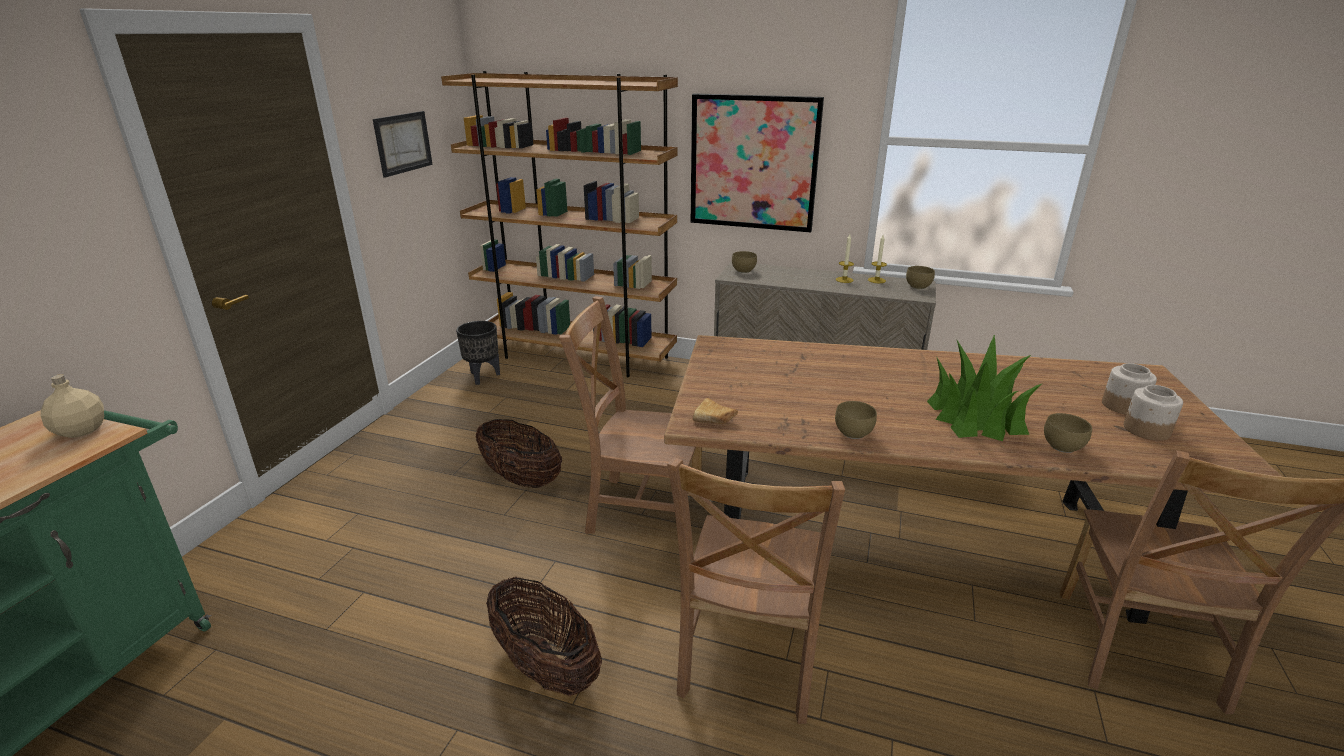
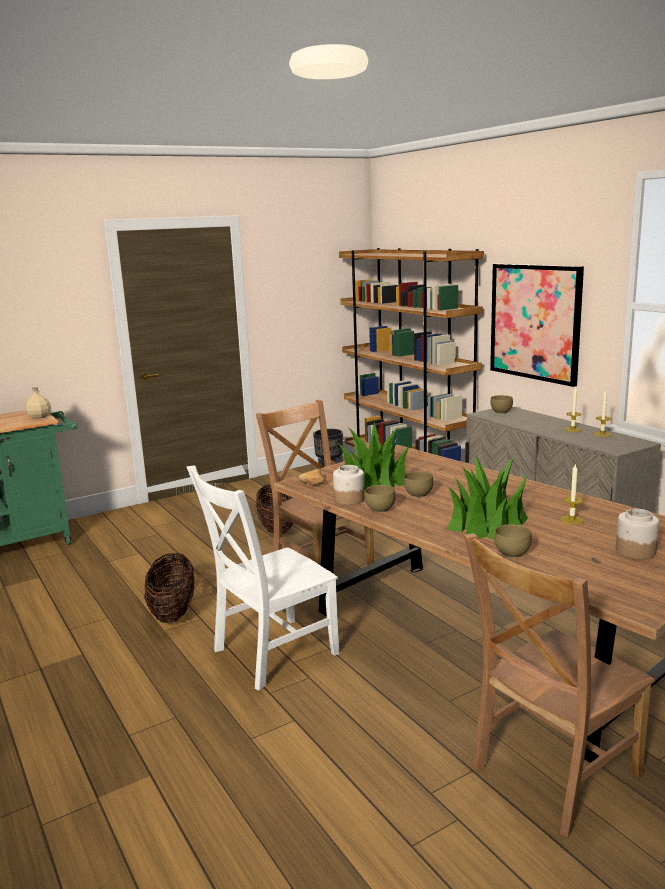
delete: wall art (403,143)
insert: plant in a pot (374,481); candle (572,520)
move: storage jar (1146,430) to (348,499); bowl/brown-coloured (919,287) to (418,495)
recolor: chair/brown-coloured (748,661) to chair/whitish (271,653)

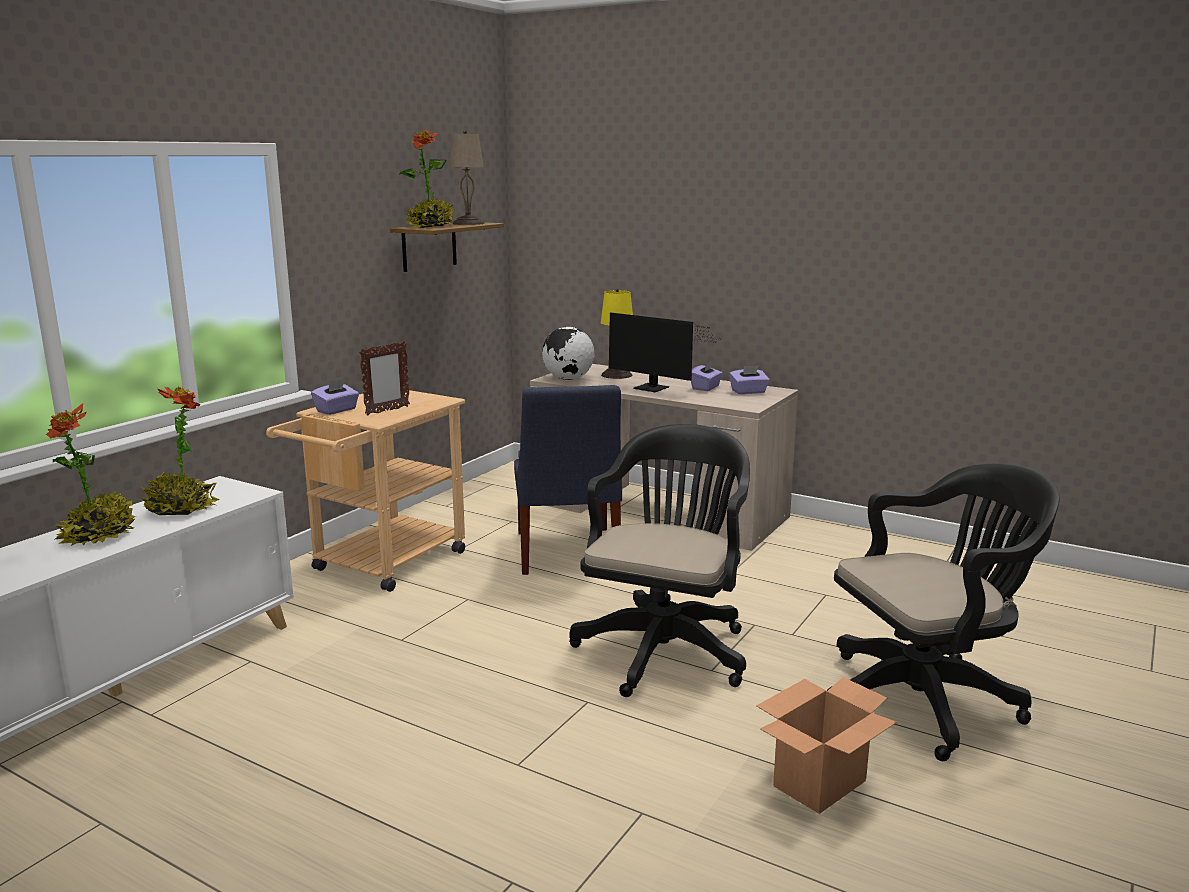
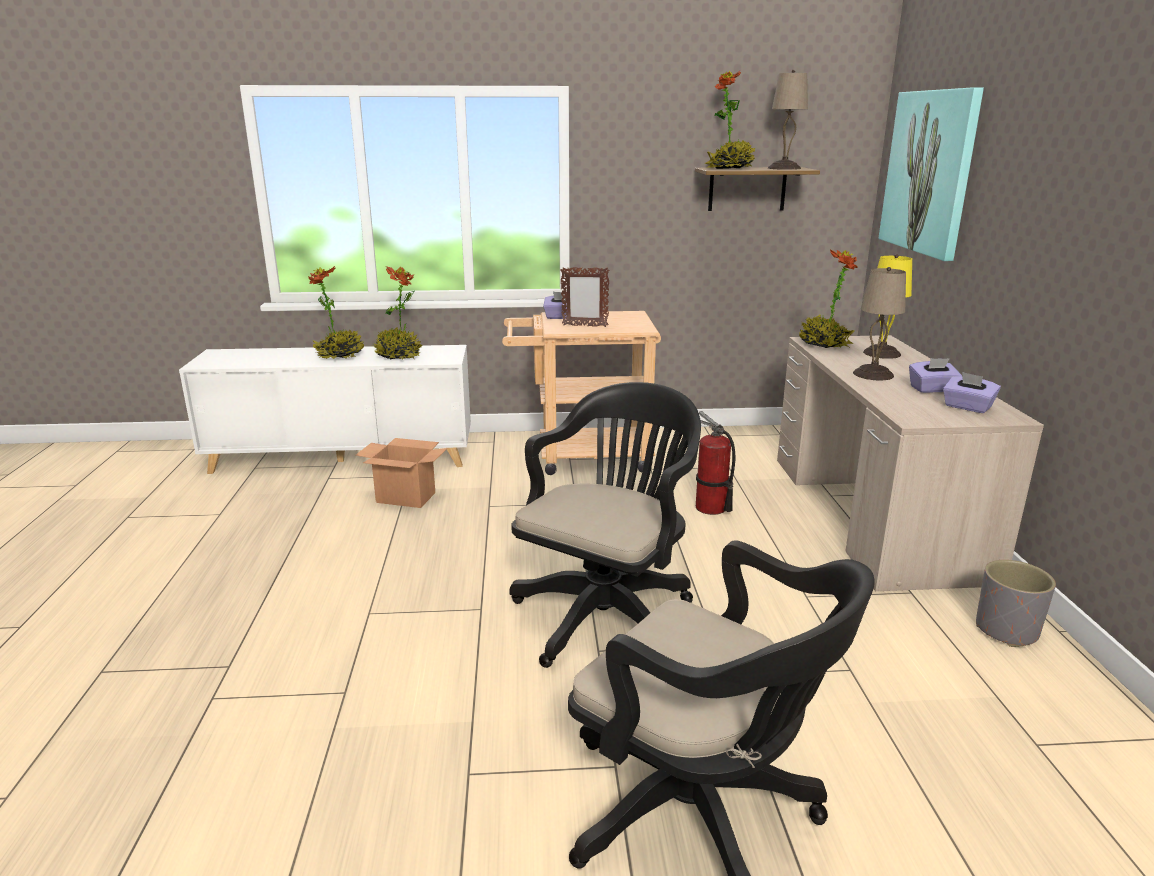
insert: wall art (930,172); flower pot/grey (1006,630)
move: cardboard box (819,784) to (405,498)
replace: chair/blue (566,553) to fire extinguisher (710,508); globe (568,379) to plant in a pot (823,344); computer display (654,389) to tabletop lamp/sand-coloured (874,374)
rotate: office chair/black-coloured (666,648) = (608,613) 45 degrees counterclockwise

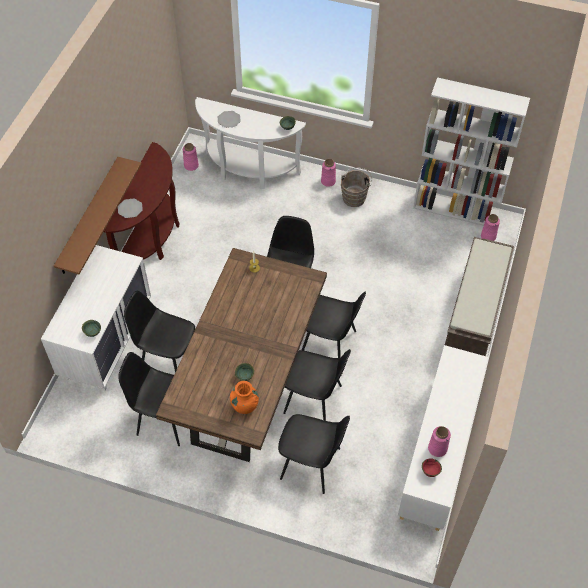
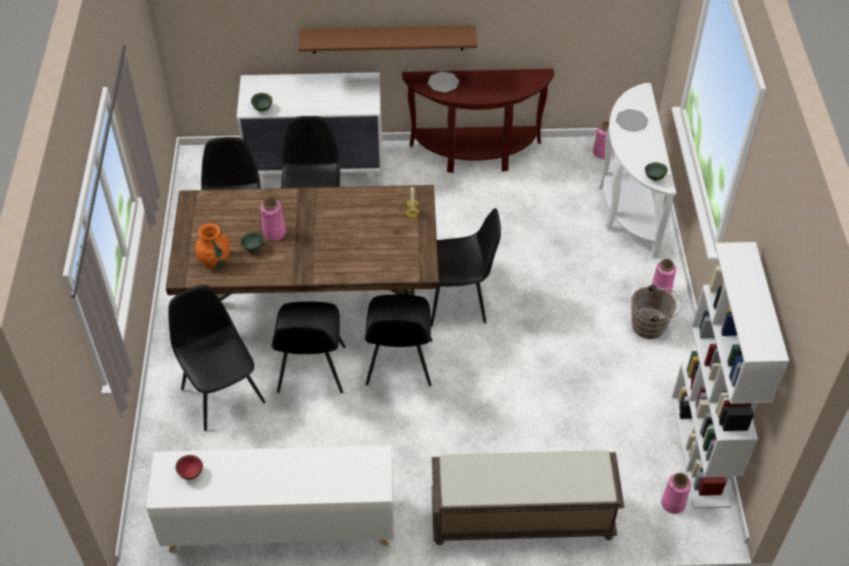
move: flower vase/pinkish (437,448) to (274,233)
rotate: chair/black-coloured (312,464) = (222,394) 150 degrees clockwise

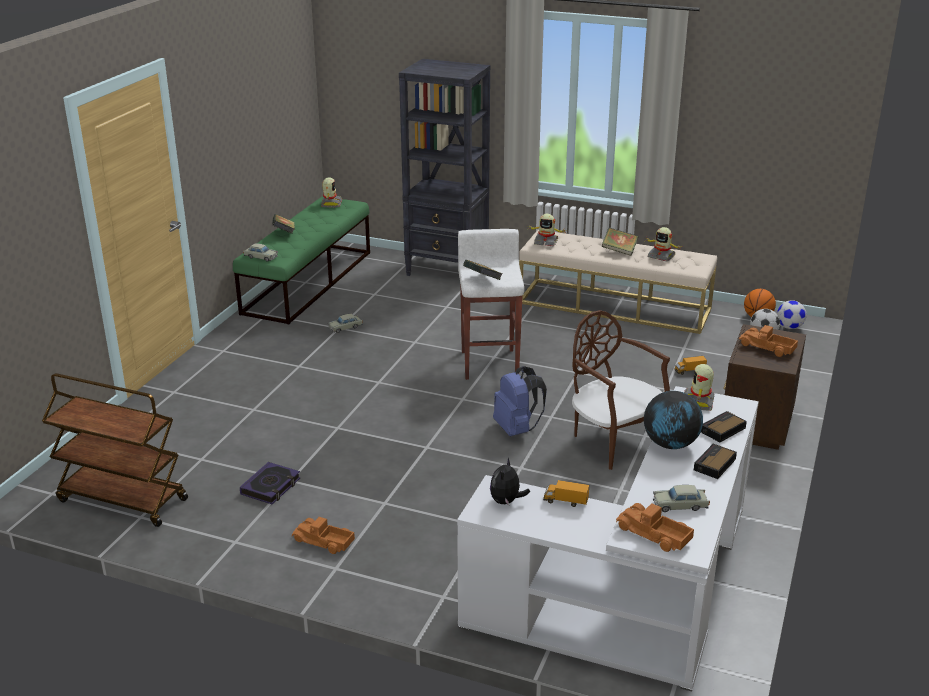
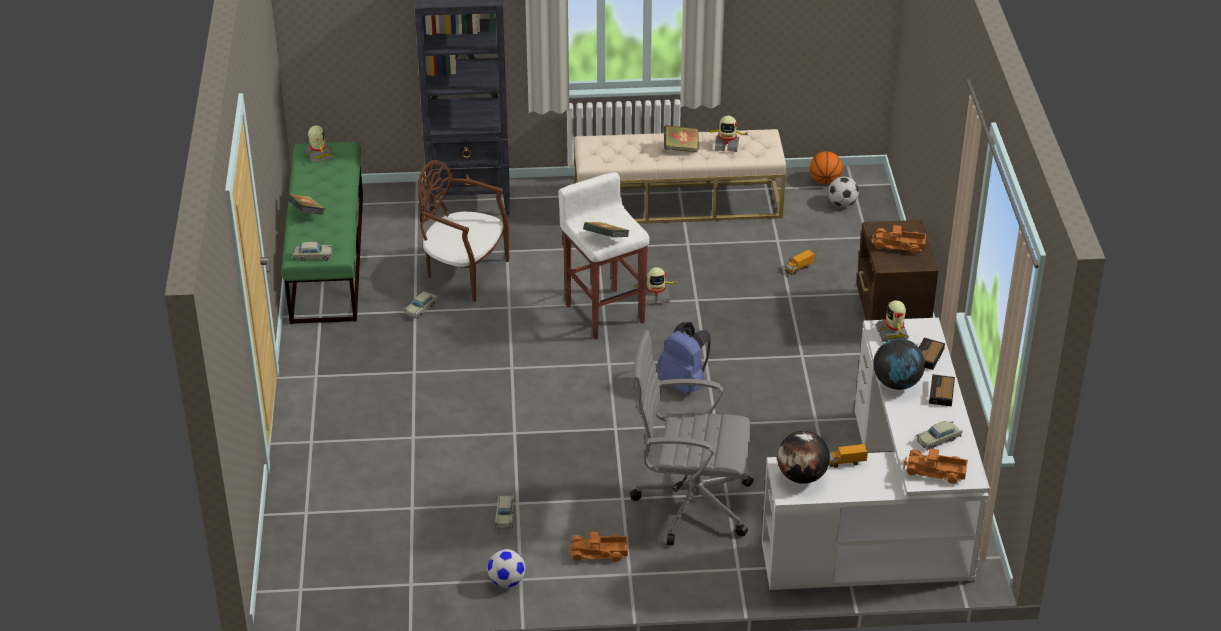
delete: trolley/brown-coloured (121,500)
insert: office chair/grey (690,503)
move: chair/brown-coloured (613,440) to (464,272); ball for football (789,327) to (507,581); robot figure (546,242) to (656,296)
replace: book (271,487) to miniature car/sand-coloured (505,515); cuddly toy (506,501) to globe (802,477)

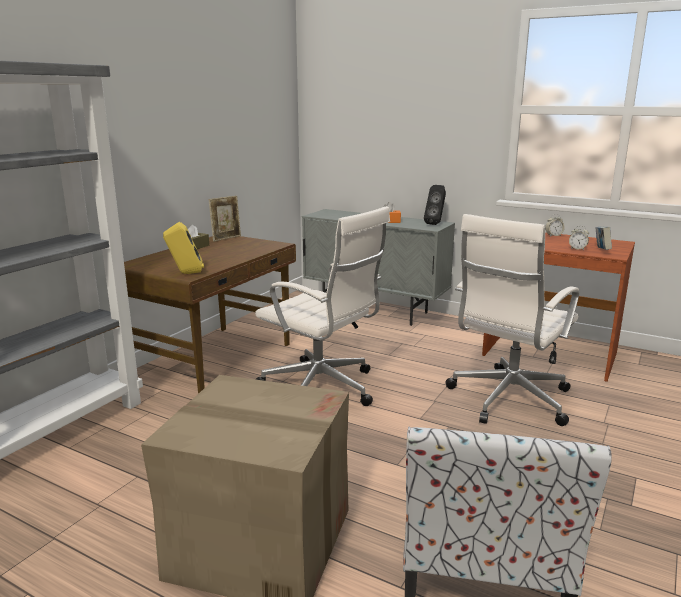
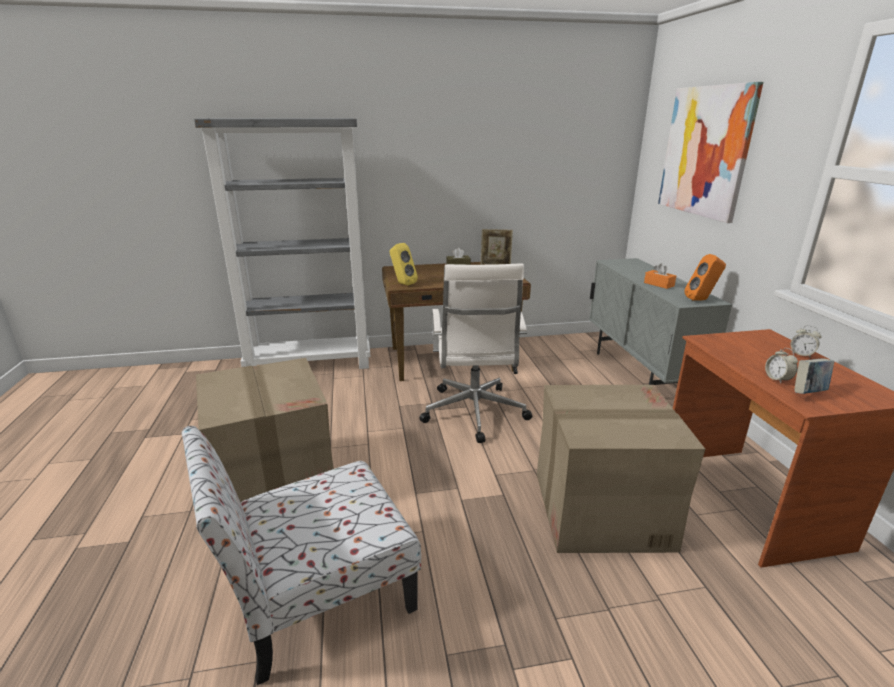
insert: wall art (705,151)
replace: office chair/whitish (507,400) to cardboard box (600,509)
recolor: audio speaker/black-coloured (435,224) to audio speaker/orangey (701,300)

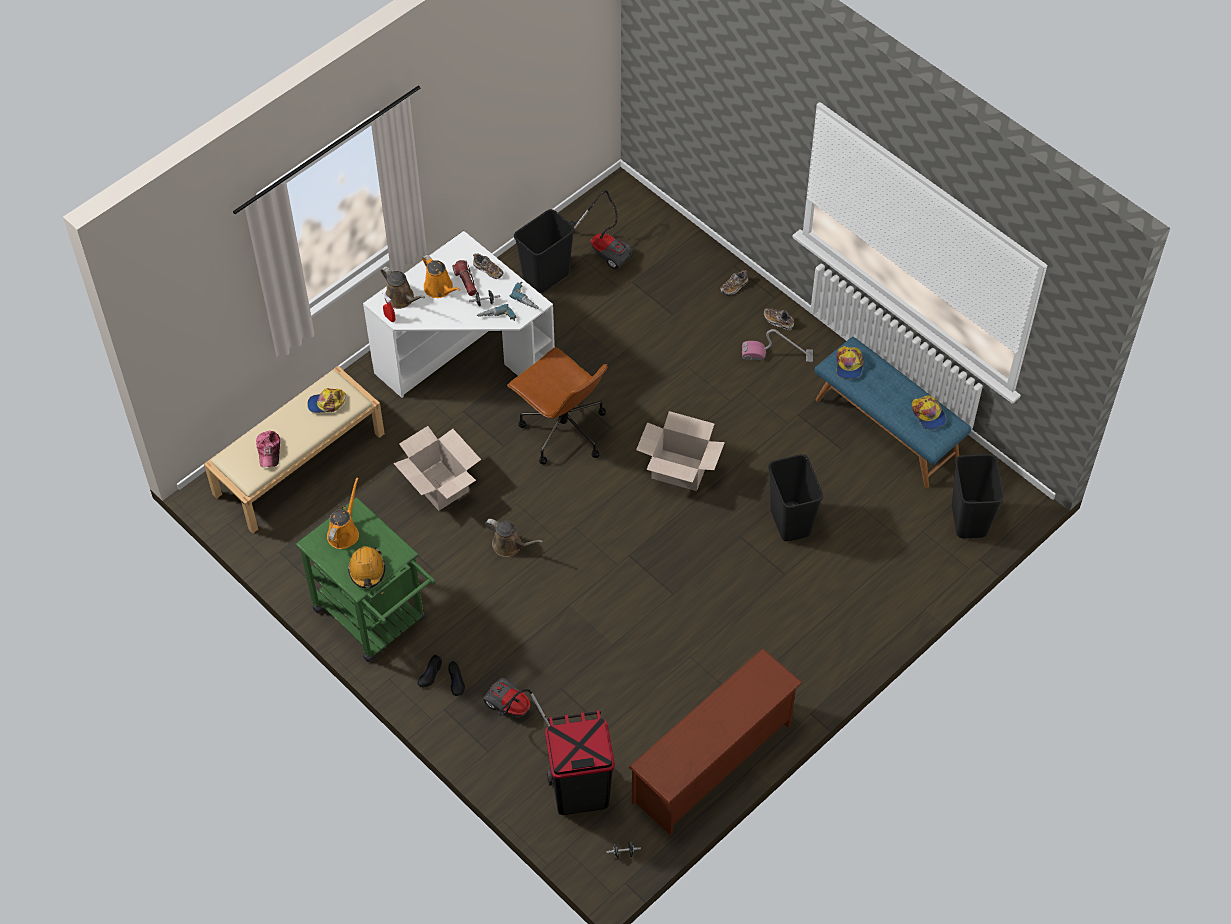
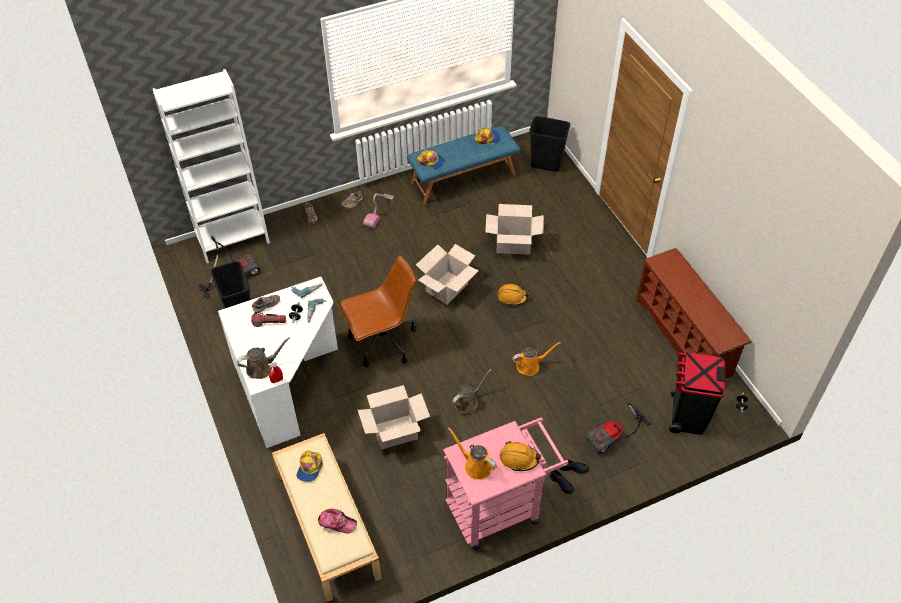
insert: shelving unit/whitish (233,240); safety helmet/orangey (512,297)
move: watering pot/orangey (440,288) to (530,365)
replace: rubbish bin/black-coloured (791,522) to cardboard box (513,244)
recolor: trolley/greenish (376,619) to trolley/pinkish (500,507)

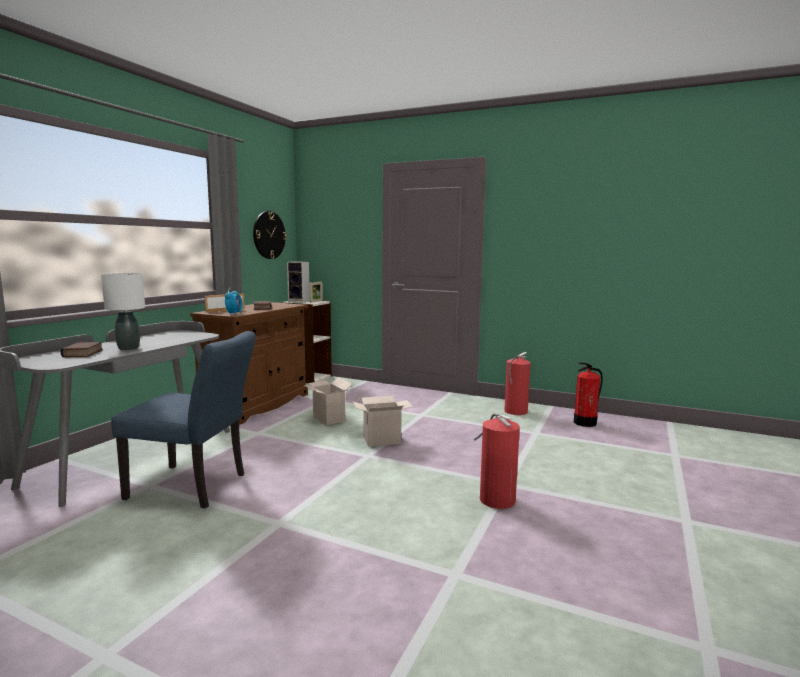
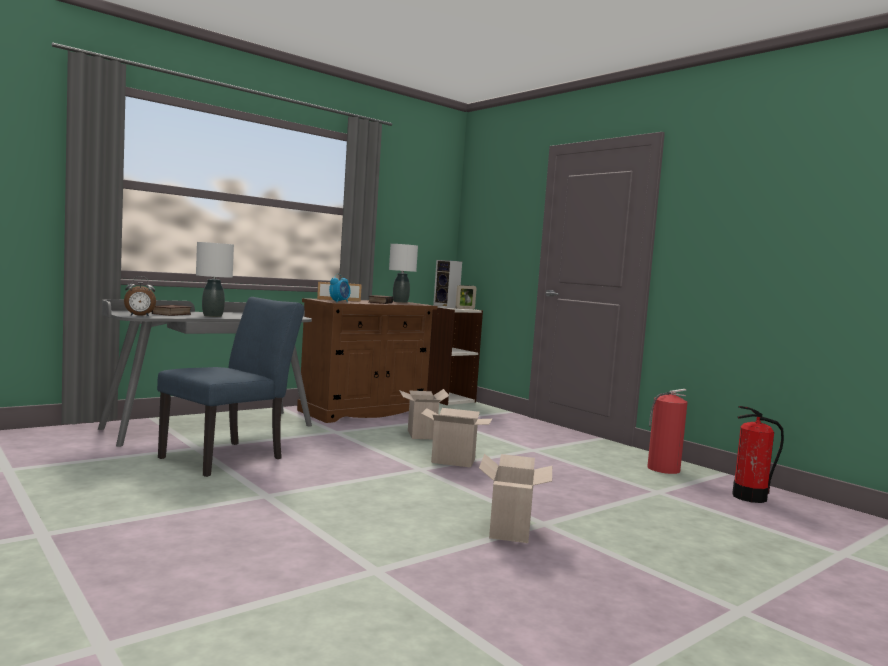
delete: clock on the wall (269,235)
insert: bedside clock (139,316); tabletop lamp/whitish (400,302)
replace: fire extinguisher (496,498) to cardboard box (511,531)
rotate: chair/blue (195,487) = (230,457) 90 degrees counterclockwise

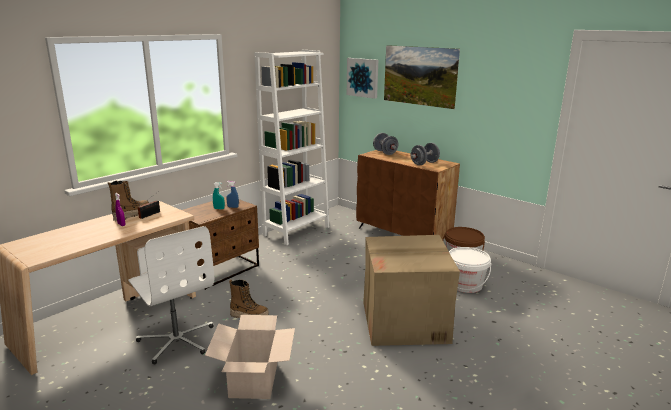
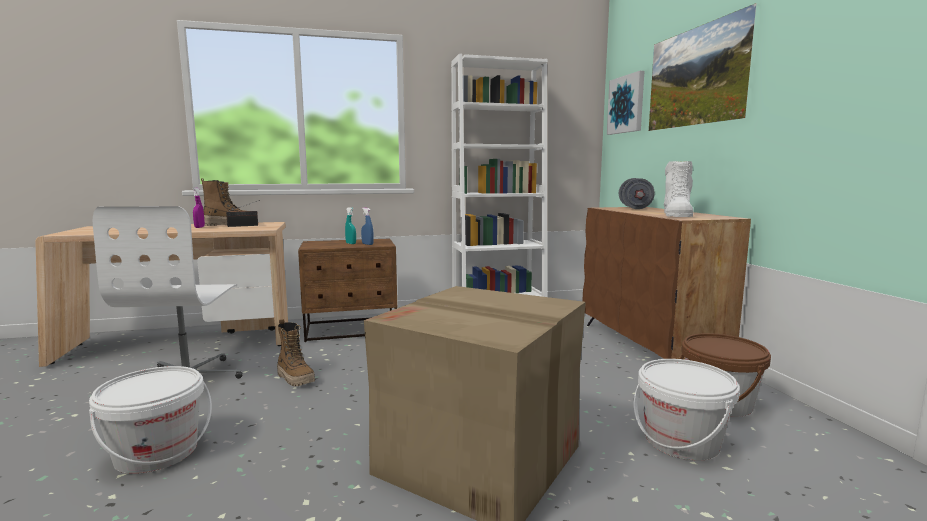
replace: cardboard box (253,380) to water bucket/whitish (157,453); dumbbell/grey (424,163) to high-top boot/whitish (676,215)

